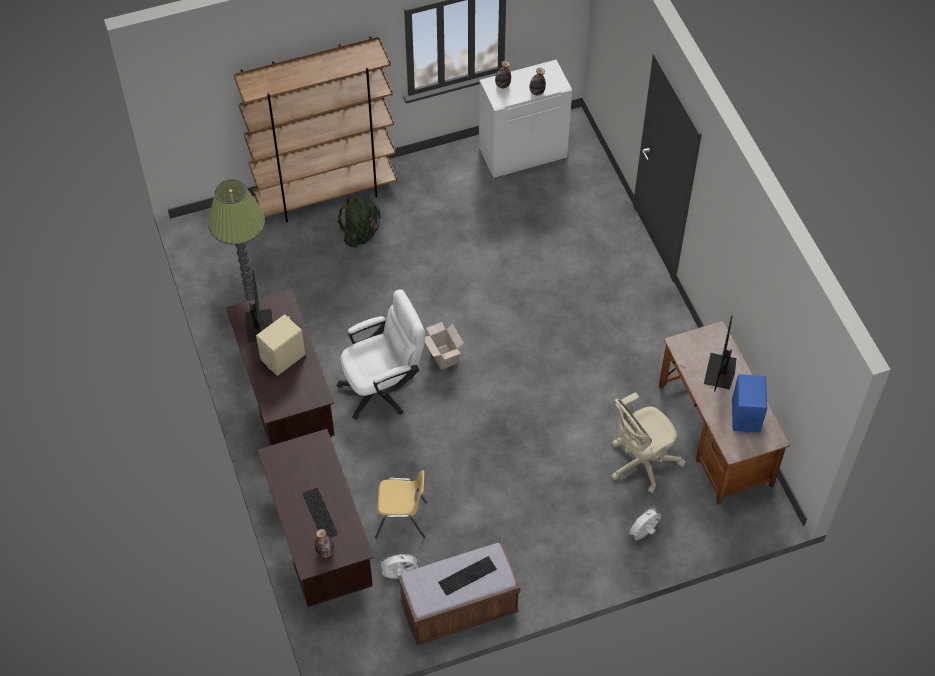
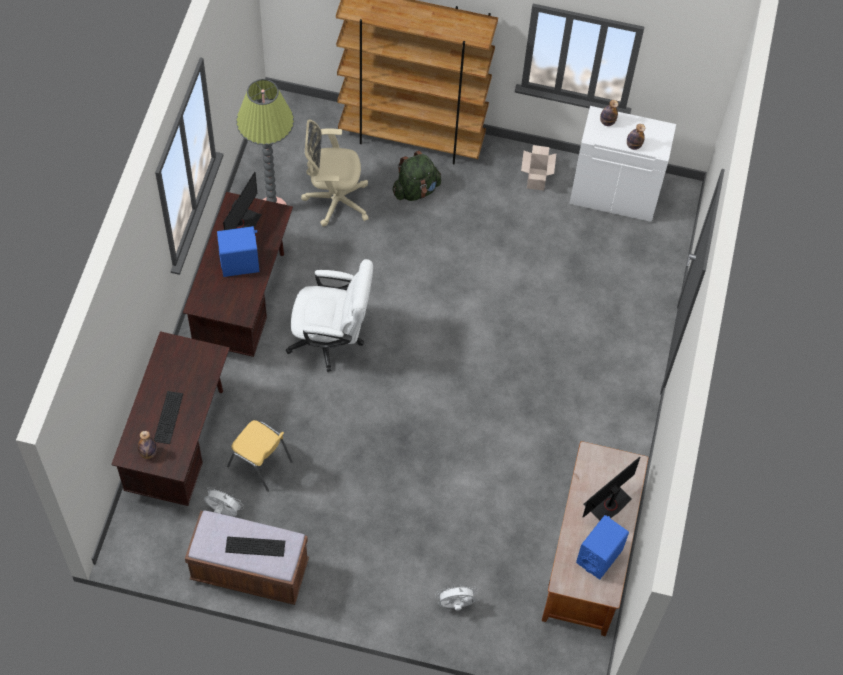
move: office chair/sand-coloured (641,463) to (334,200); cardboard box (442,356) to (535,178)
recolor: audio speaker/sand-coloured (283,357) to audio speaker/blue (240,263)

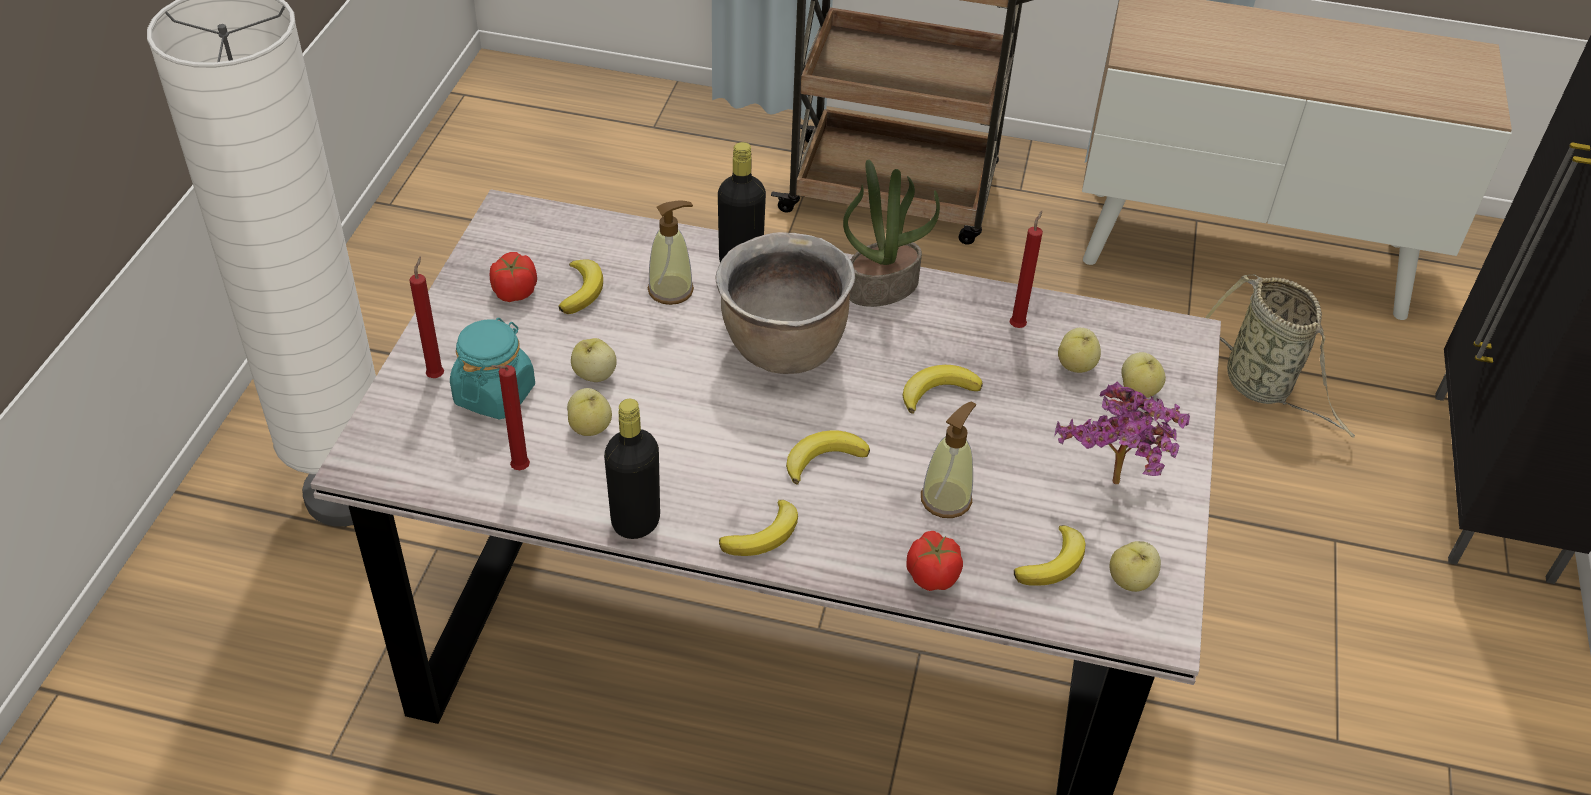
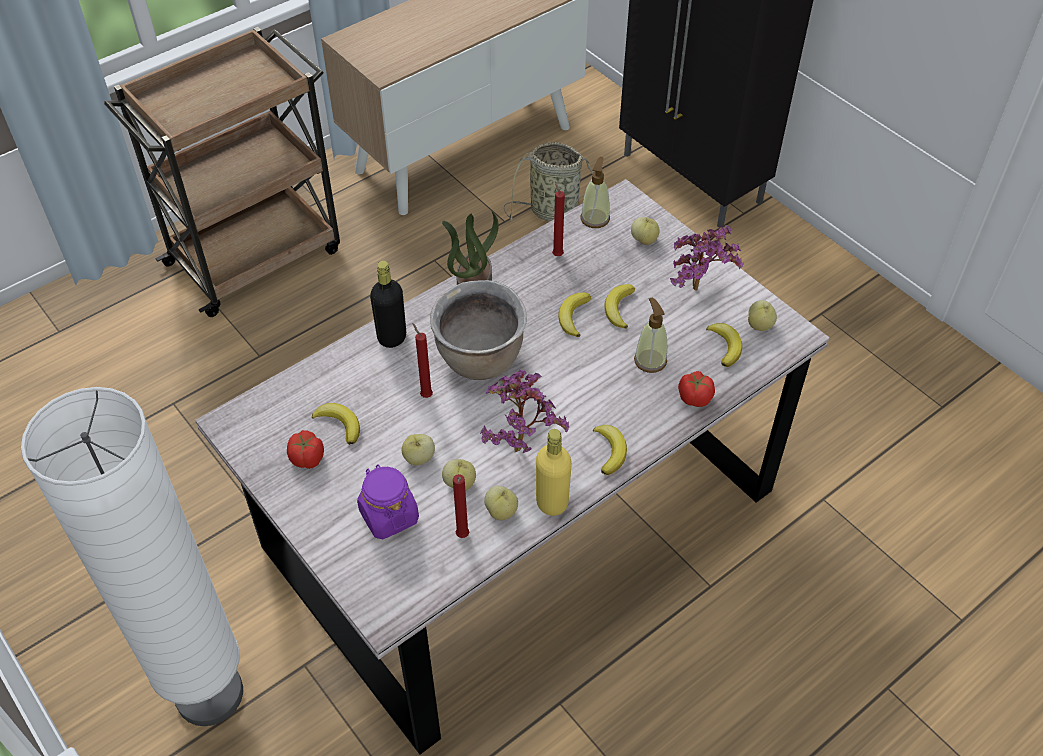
insert: plant in a pot (520,444)
move: candle/red (437,375) to (425,394); apple (1076,365) to (501,511); soap bottle (671,290) to (595,218); whole banana (823,459) to (618,308)
recolor: storage jar/turquoise-coloured (495,394) to storage jar/purple (389,515); beverage bottle/black-coloured (635,522) to beverage bottle/yellow (552,502)

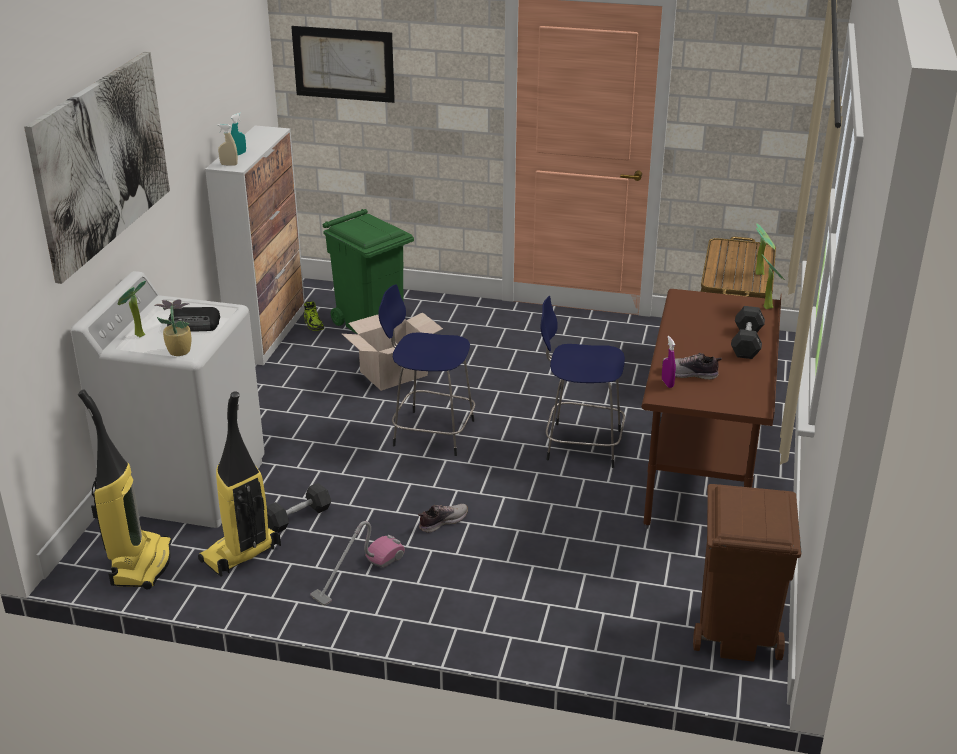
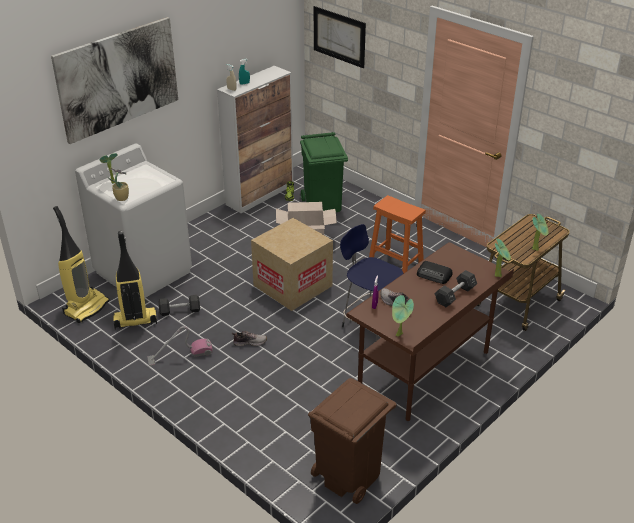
insert: stool seat/orangey (396,263); plant in a pot (399,335)
move: radio (194,324) to (434,275)
replace: stool seat/blue (430,432) to cardboard box (292,285)

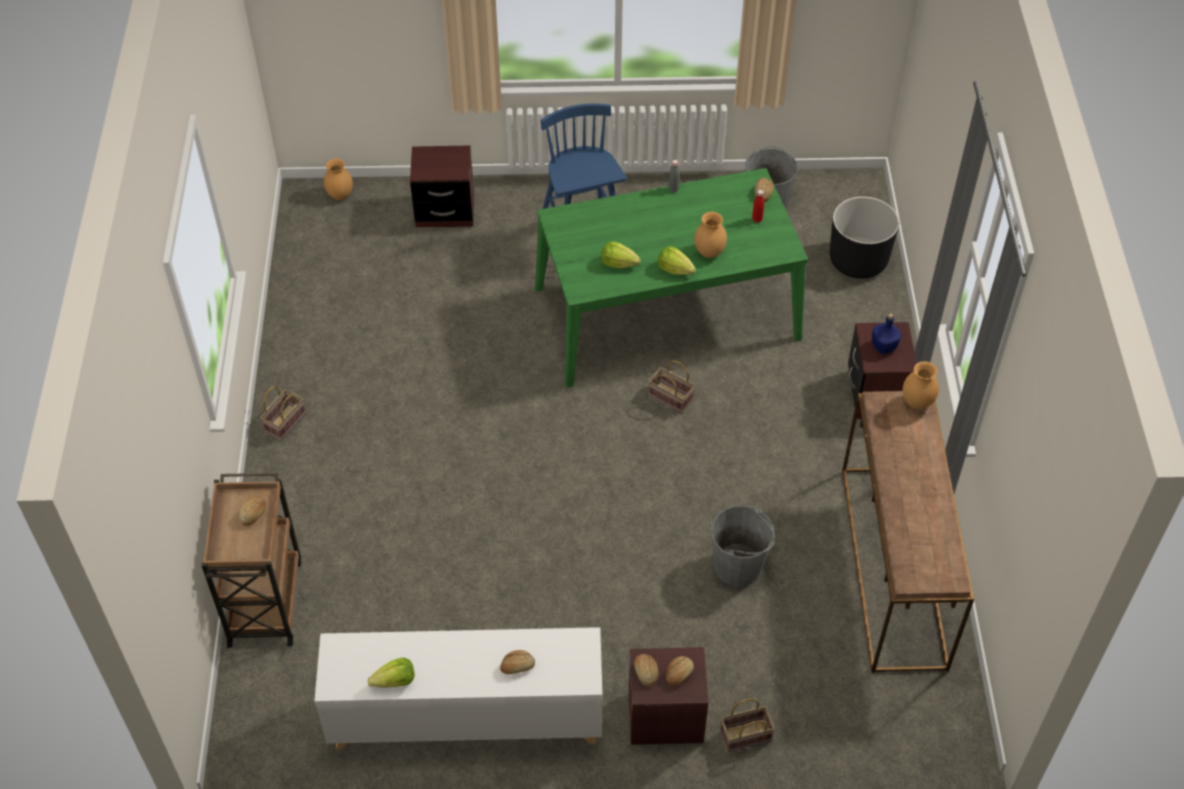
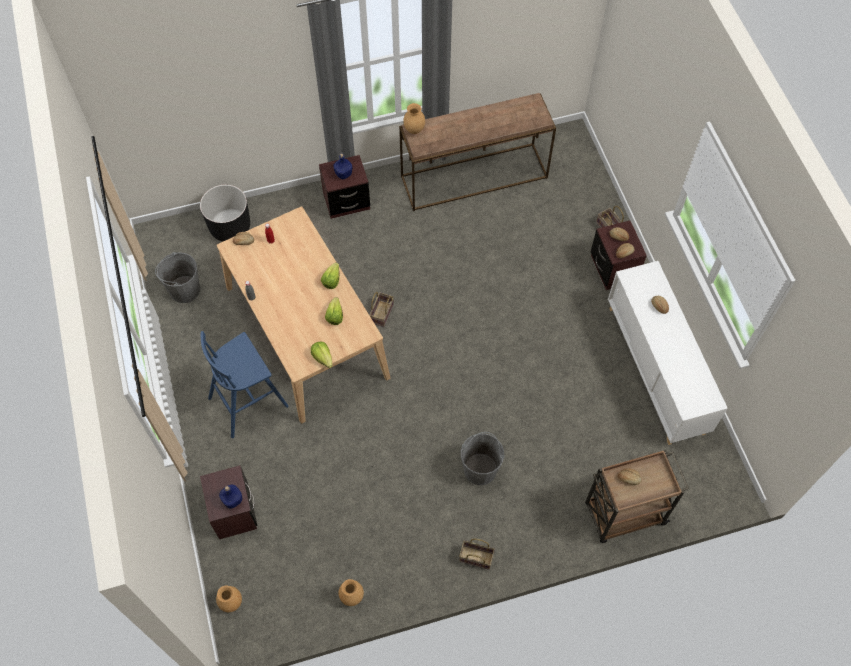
insert: beverage bottle/blue (232,500)
move: lettuce head (395,682) to (323,358); flower vase/brown-coloured (709,253) to (352,596); water bucket/grey (738,566) to (480,469)
recolor: kitchen table/greenish (666,313) to kitchen table/sand-coloured (306,332)

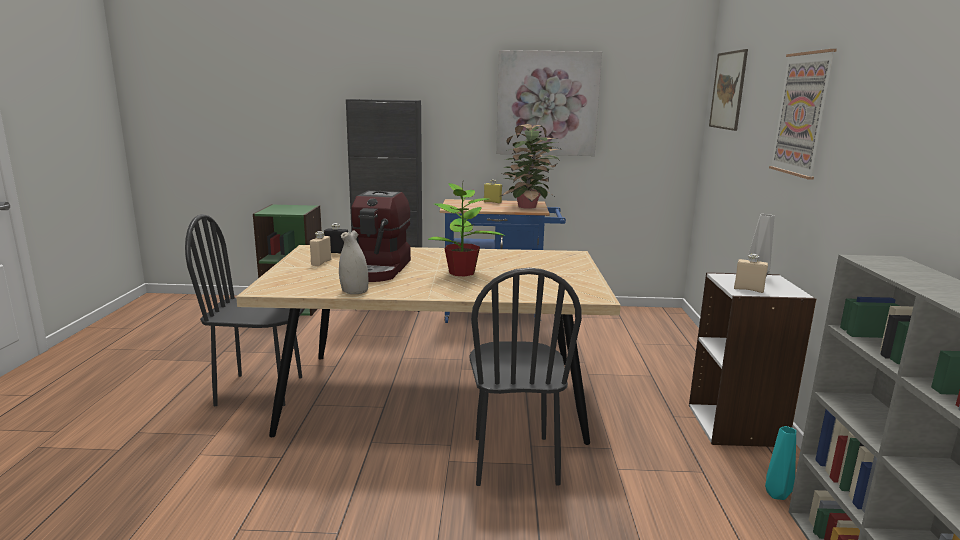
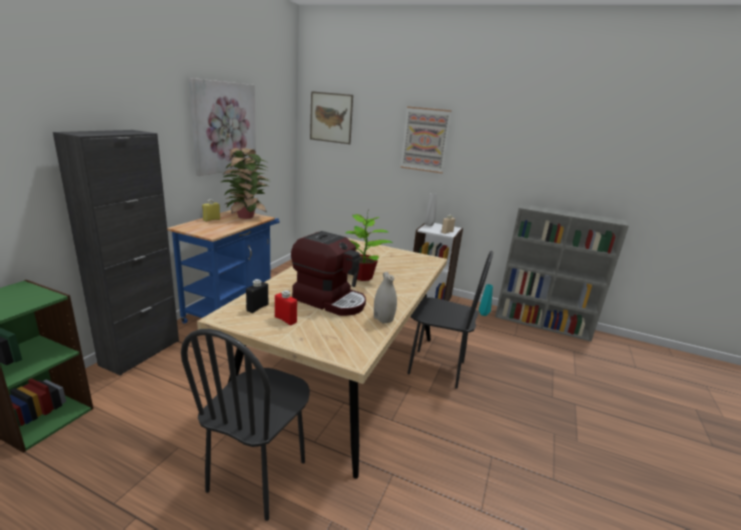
recolor: beverage bottle/sand-coloured (321,262) to beverage bottle/red (285,320)

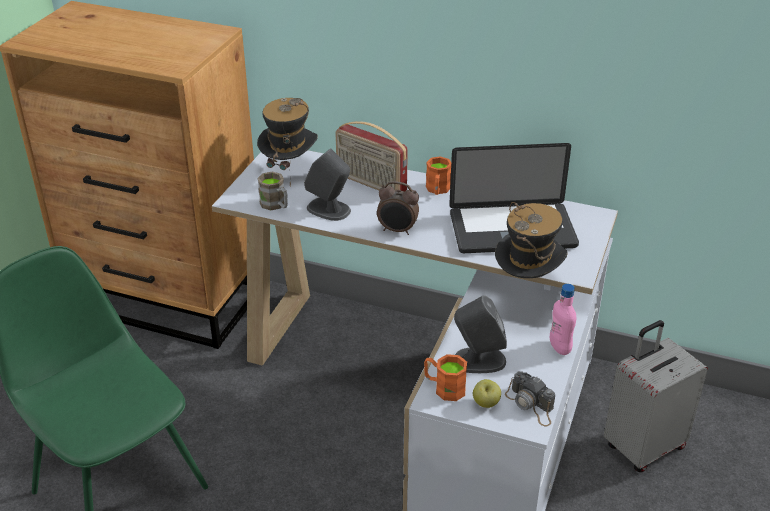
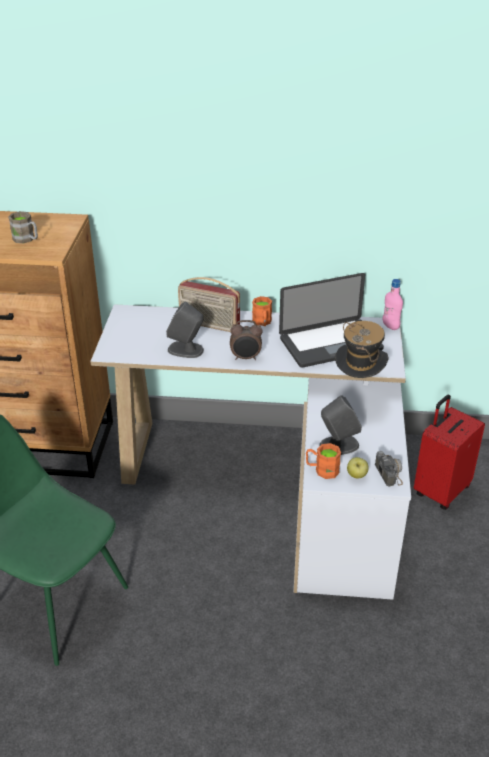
delete: hat (289,170)
move: mug/brown-coloured (276,205) to (27,239); beverage bottle/pinkish (560,347) to (390,326)
recolor: piece of luggage/grey (643,446) to piece of luggage/red (440,490)
rotate: photo camera (531,405) = (389,470) 135 degrees counterclockwise

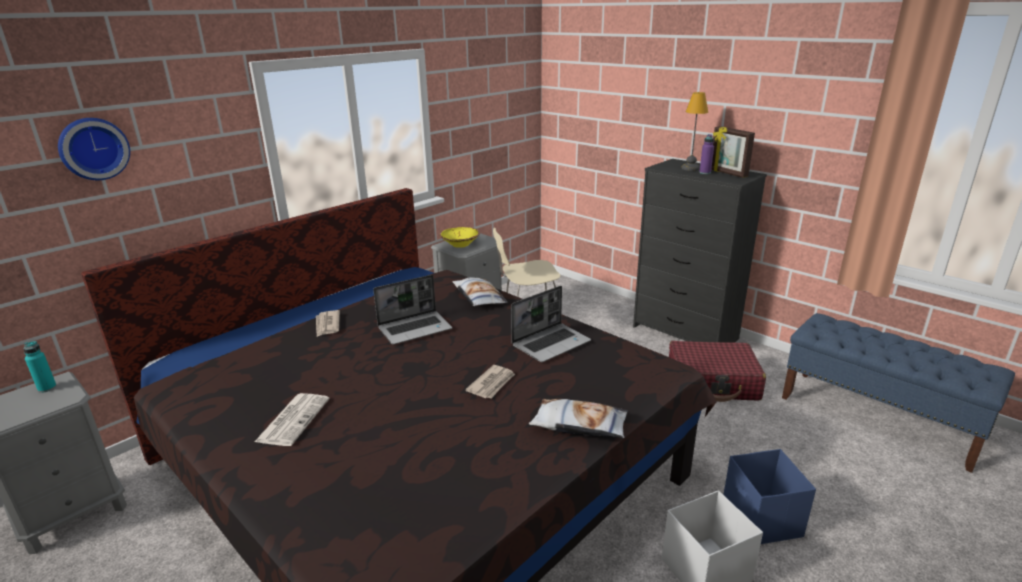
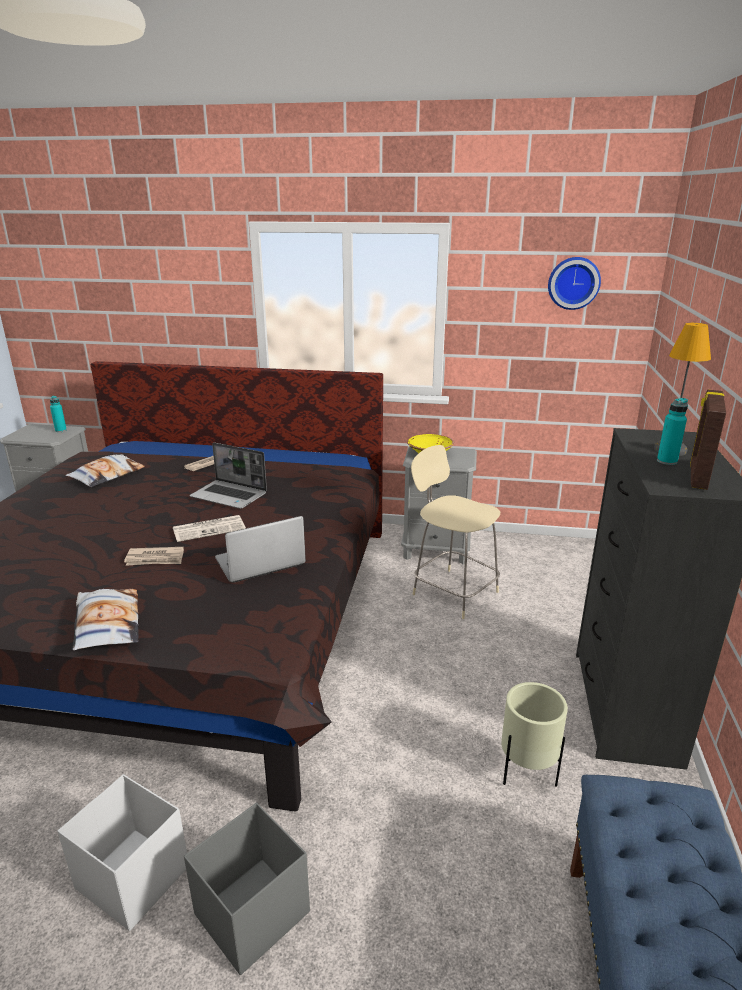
move: throw pillow (478,297) to (107,475); daily paper (293,419) to (210,528); clock on the wall (93,148) to (573,283)
replace: piece of luggage/red (712,382) to flower pot/sand-coloured (527,774)
recolor: storage bin/blue (761,520) to storage bin/grey (250,914); beverage bottle/purple (705,172) to beverage bottle/turquoise-coloured (667,461)
rotate: notebook computer (551,343) = (259,563) 135 degrees clockwise

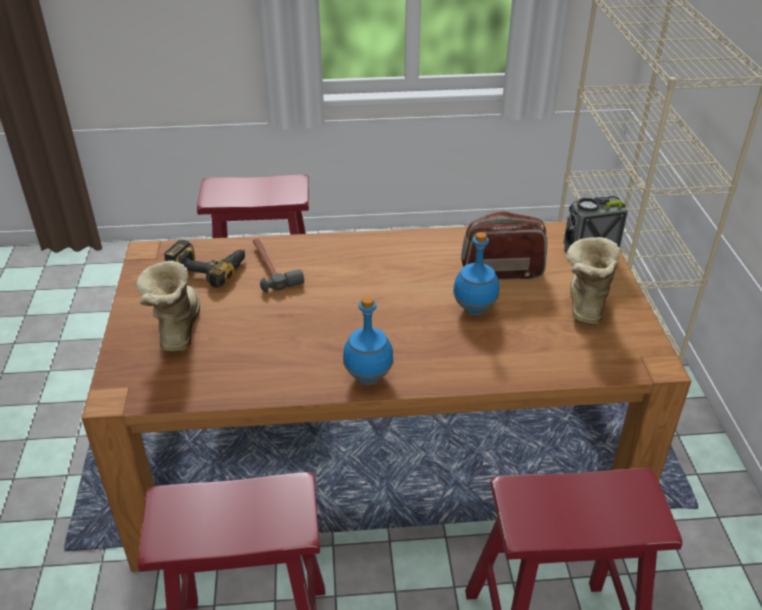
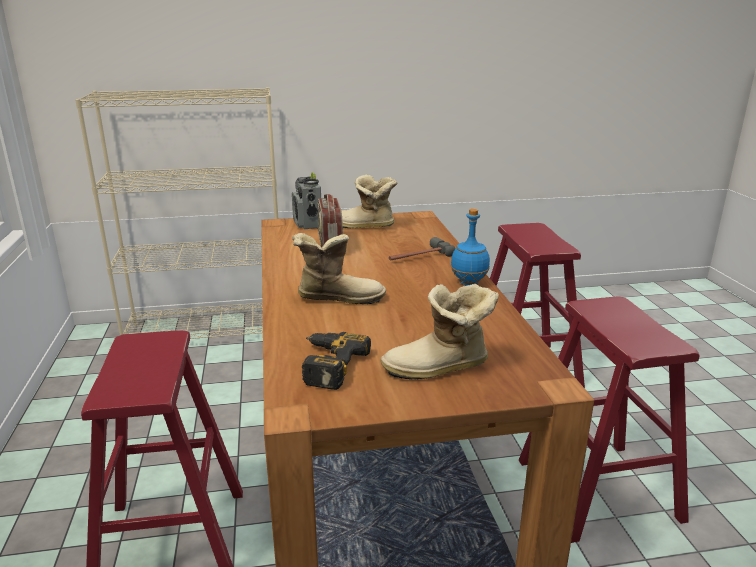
delete: beverage bottle/blue (473,309)
insert: high-top boot (338,297)
move: hand hammer (271,267) to (418,257)

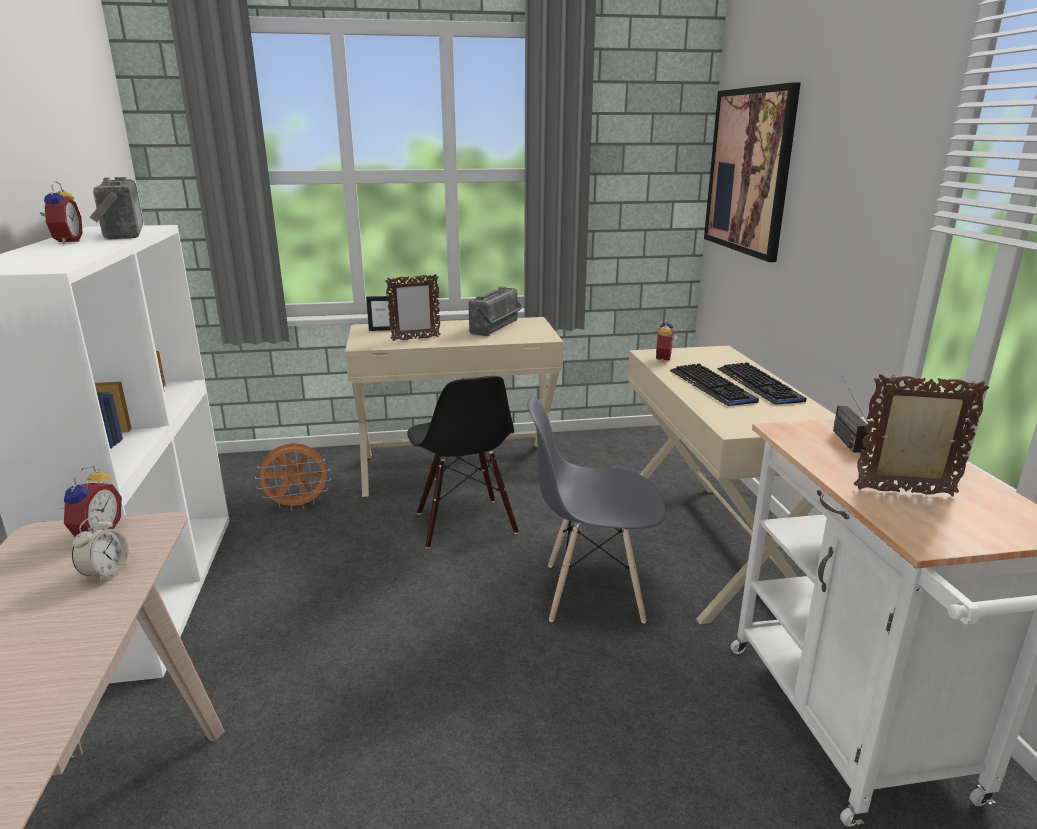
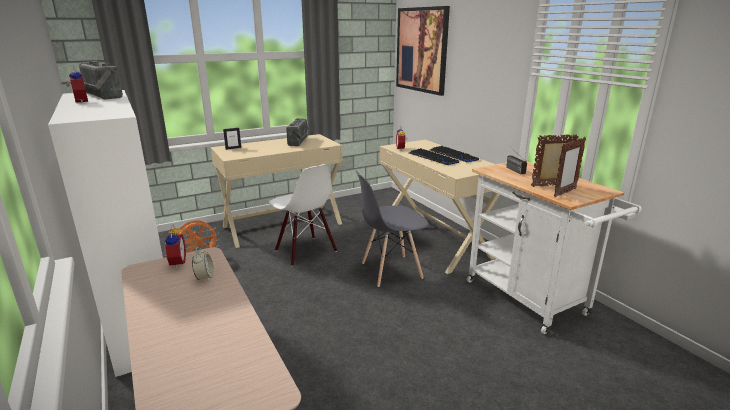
move: standing frame (415,339) to (564,193)
recolor: chair/black-coloured (464,523) to chair/whitish (305,251)

